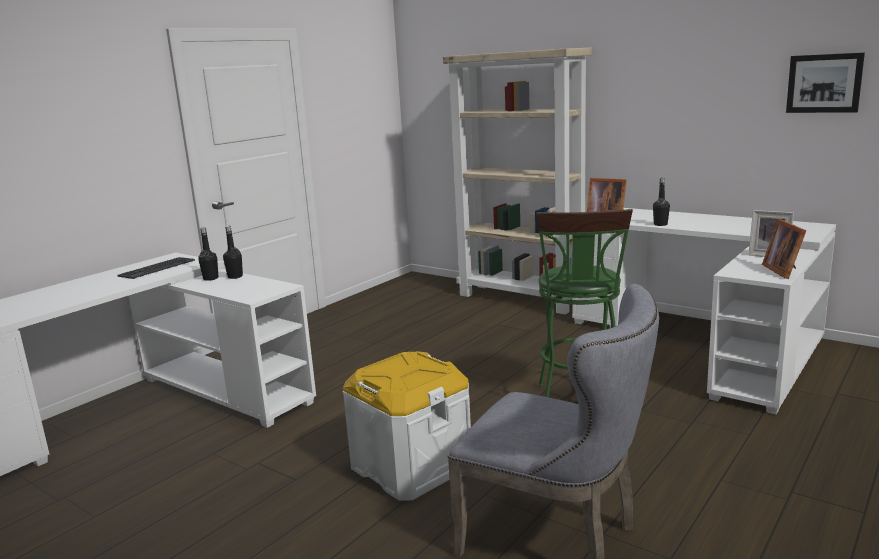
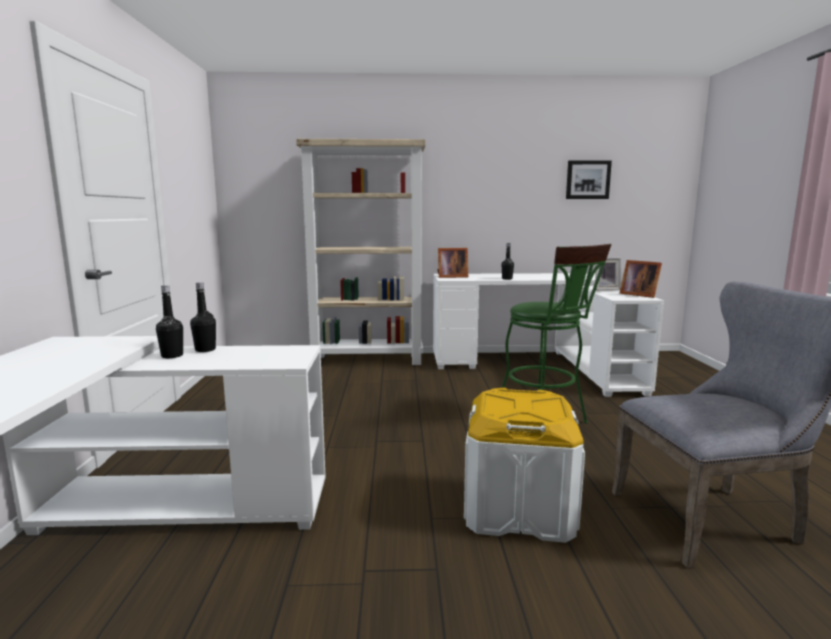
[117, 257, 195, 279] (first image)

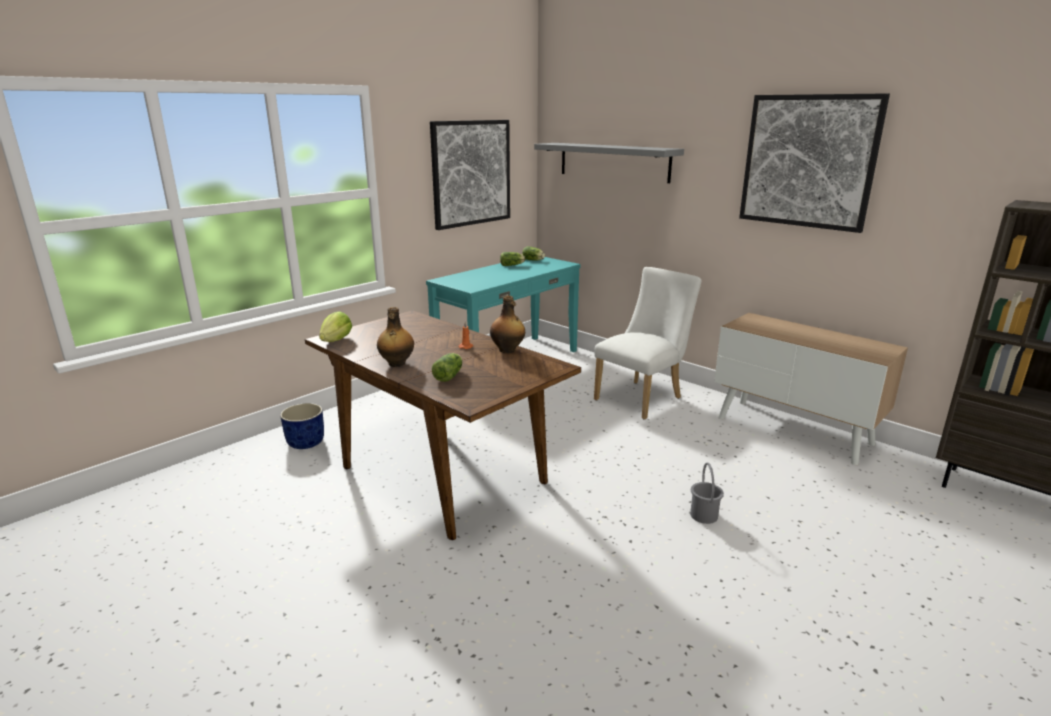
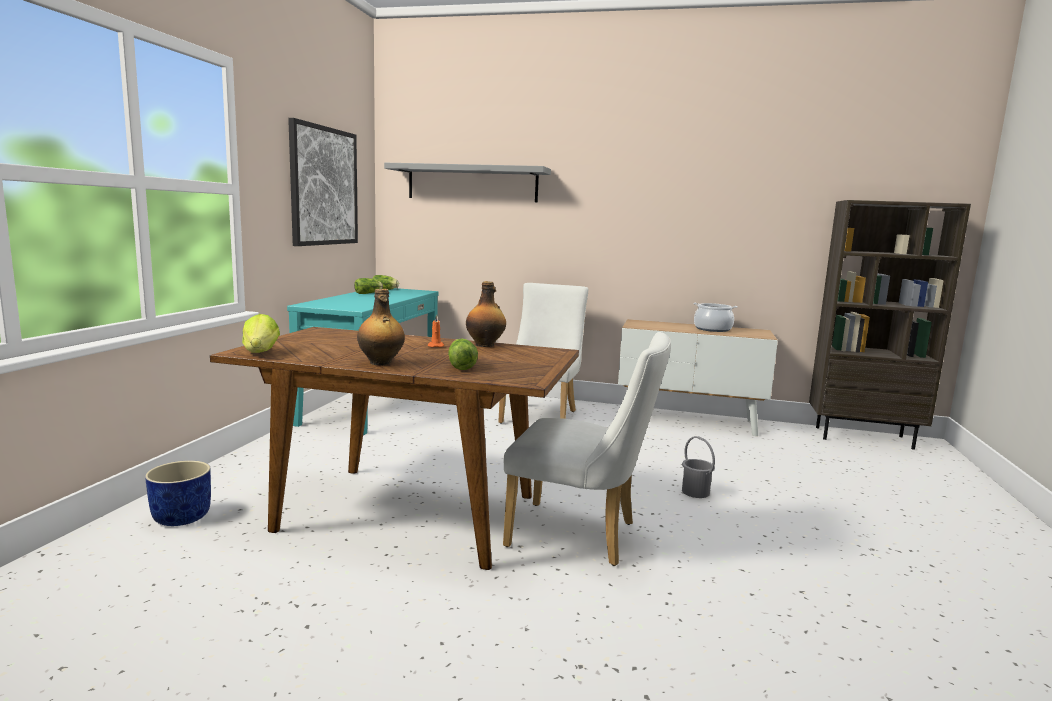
[739, 93, 890, 233] (first image)
[503, 332, 671, 566]
[693, 303, 738, 332]

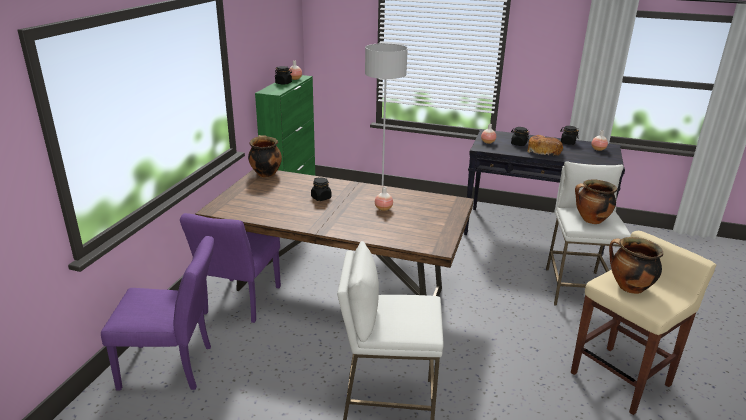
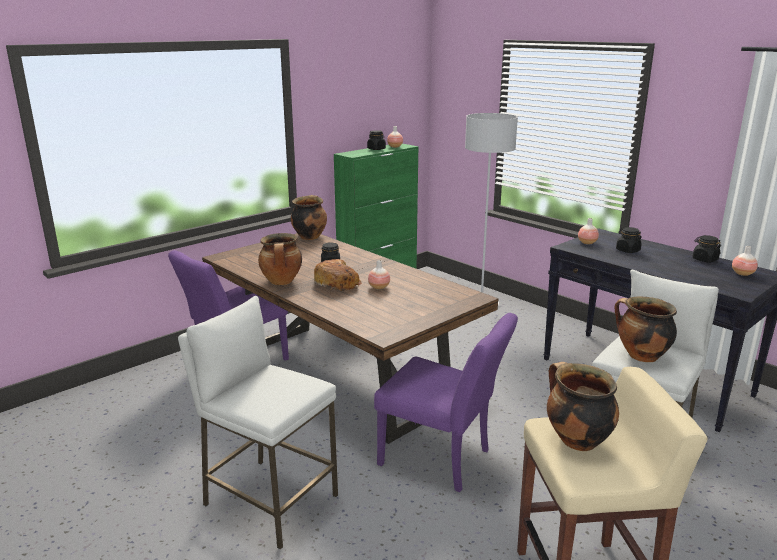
[258, 233, 302, 285]
[374, 313, 518, 492]
[314, 259, 362, 291]

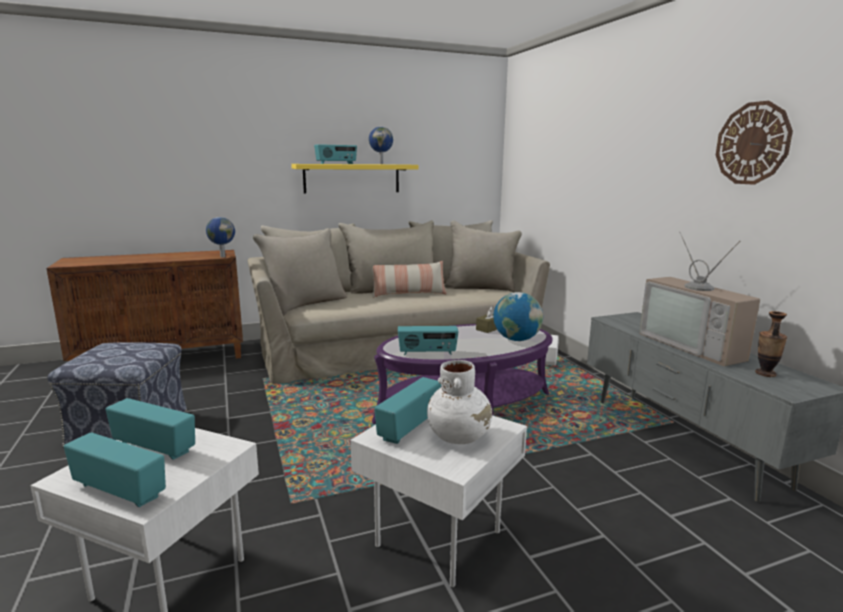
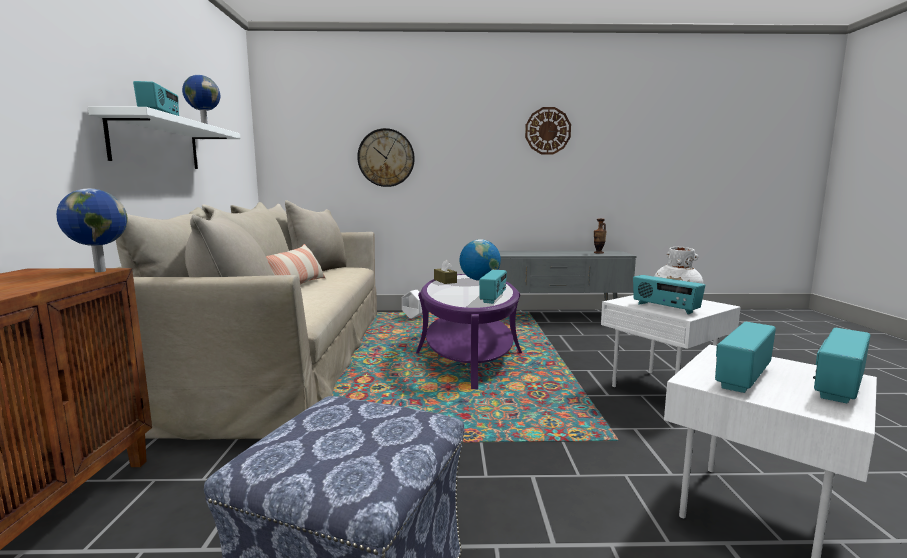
[640, 232, 760, 366] (first image)
[357, 128, 415, 187]
[88, 106, 240, 169]

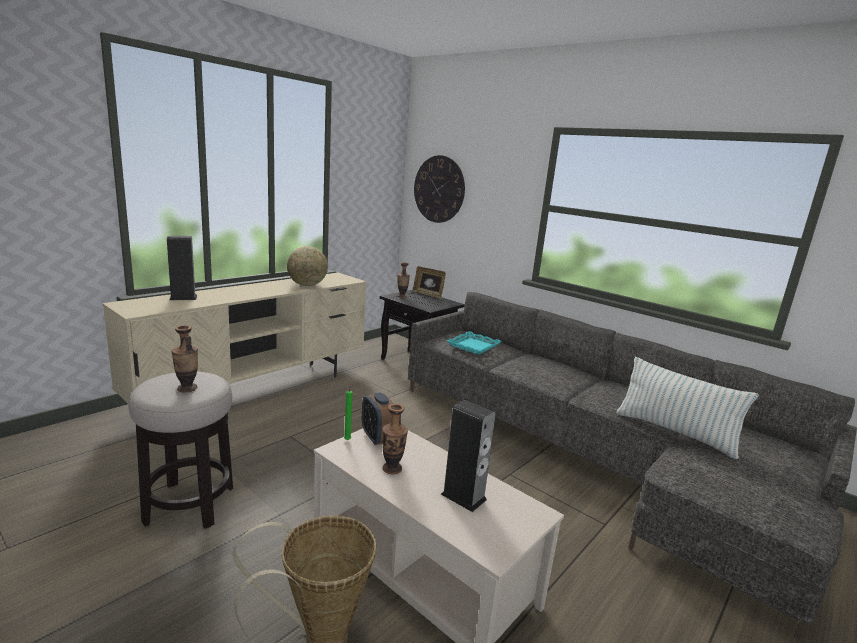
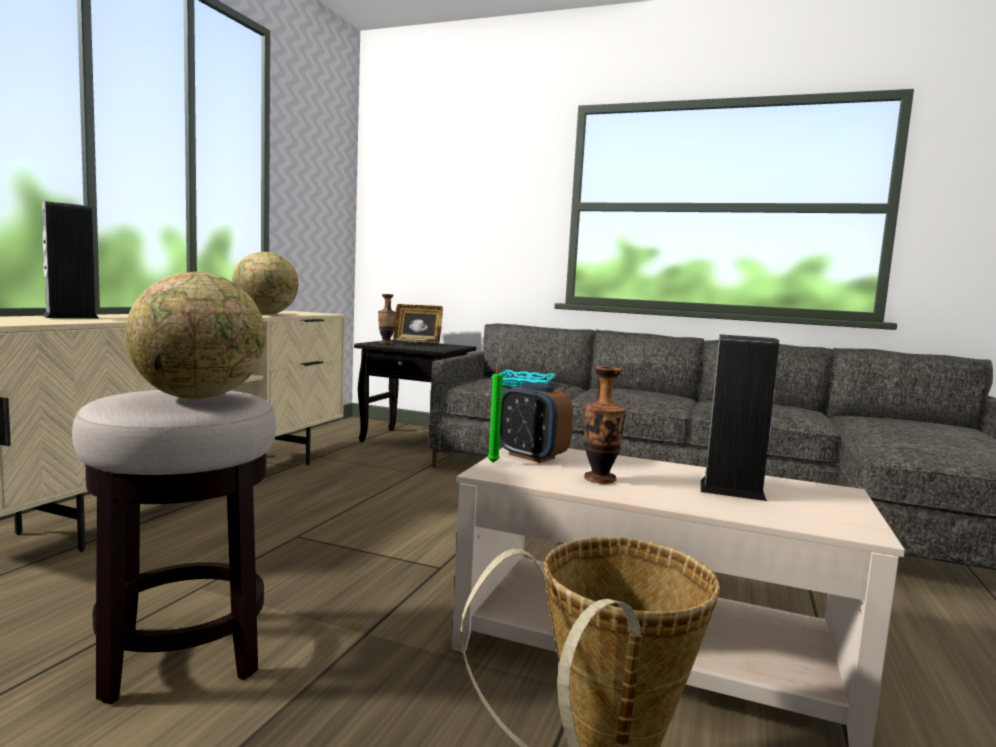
[414, 155, 465, 223] (first image)
[616, 357, 759, 459] (first image)
[125, 272, 266, 399]

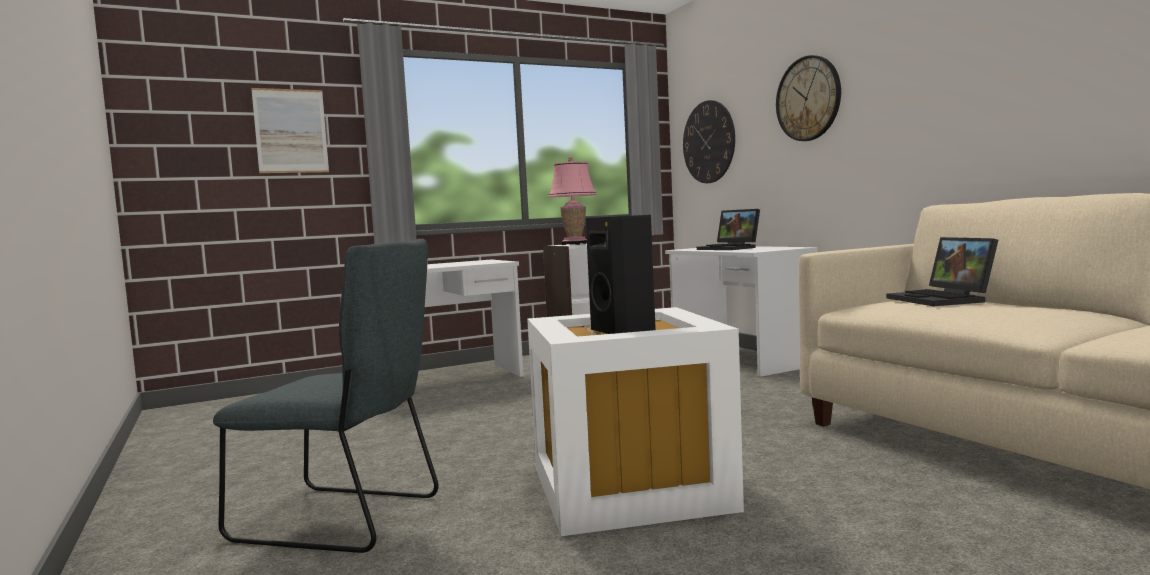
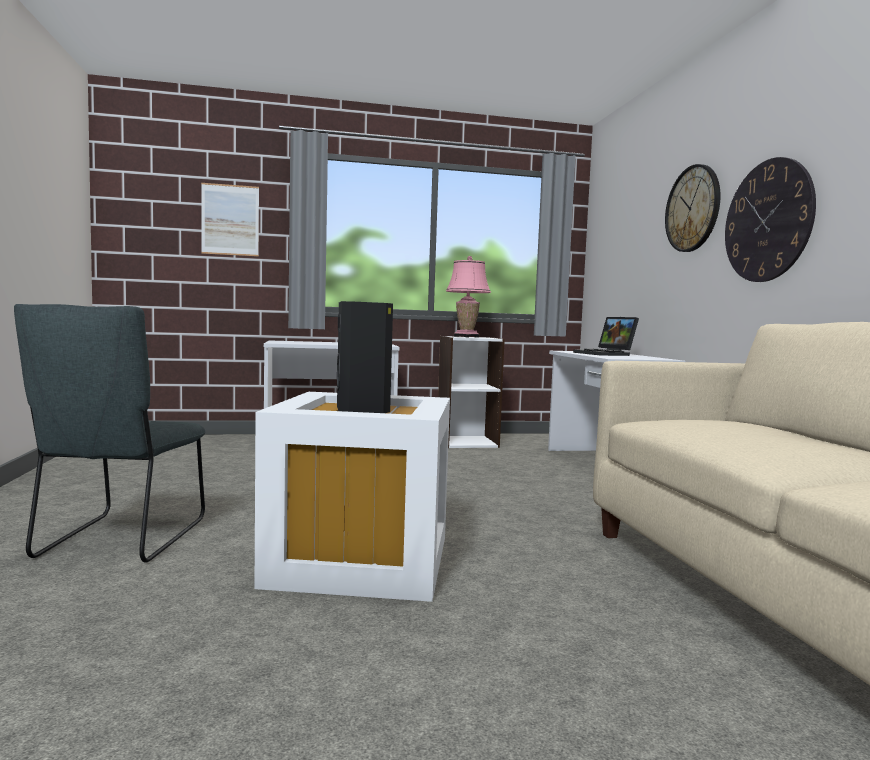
[887, 237, 998, 306] (first image)
[725, 157, 816, 282]
[14, 304, 205, 563]

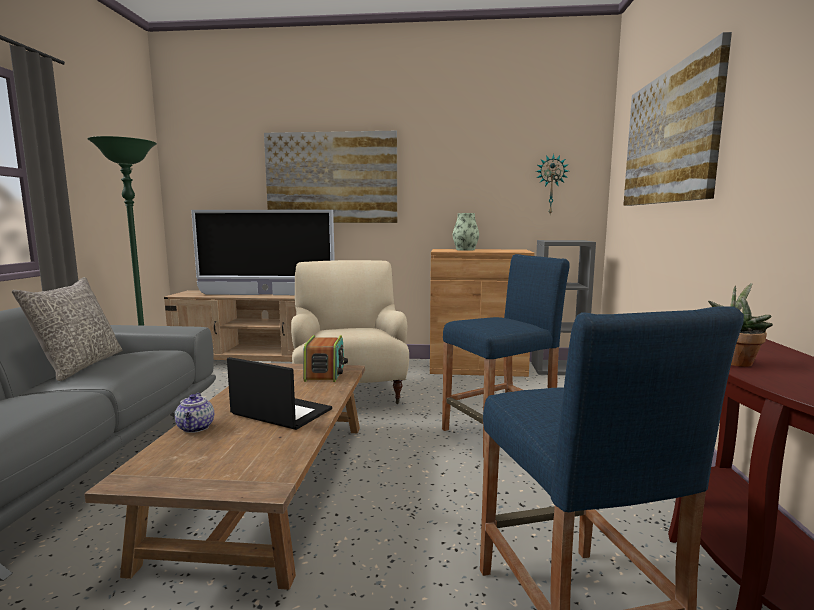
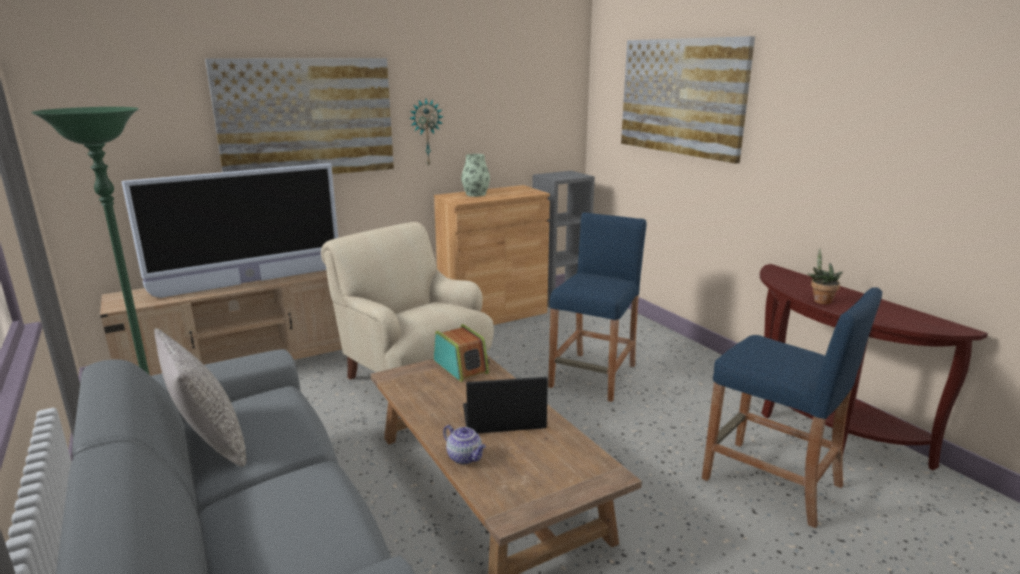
[409, 99, 443, 166]

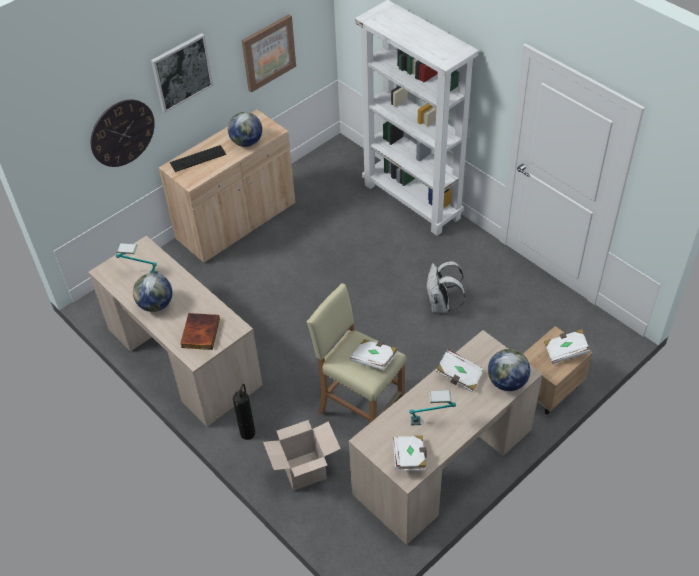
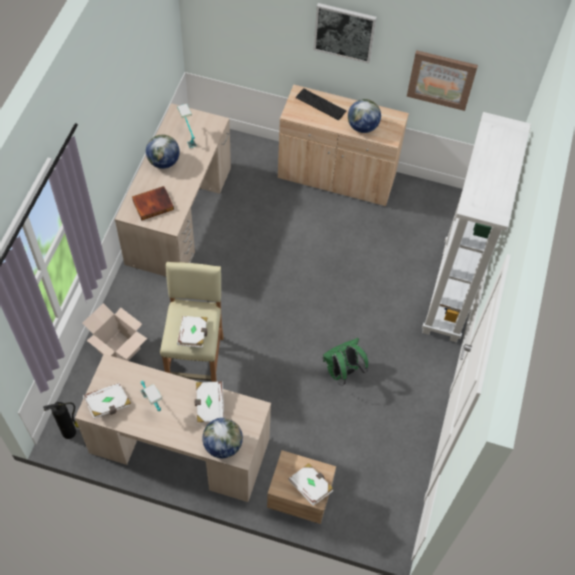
[91, 99, 155, 167] (first image)
[43, 402, 79, 439]
[323, 338, 368, 386]

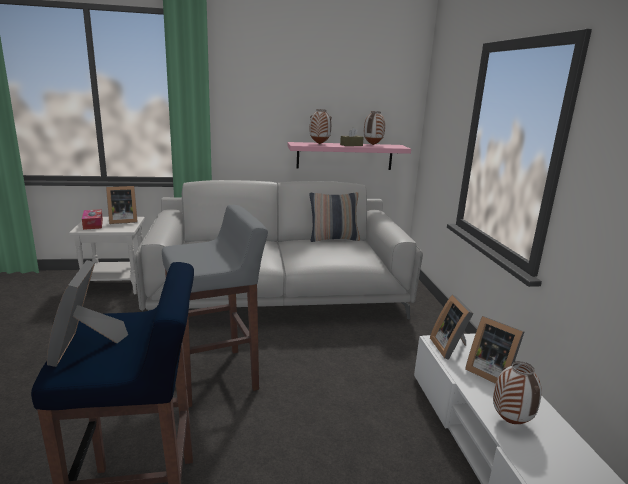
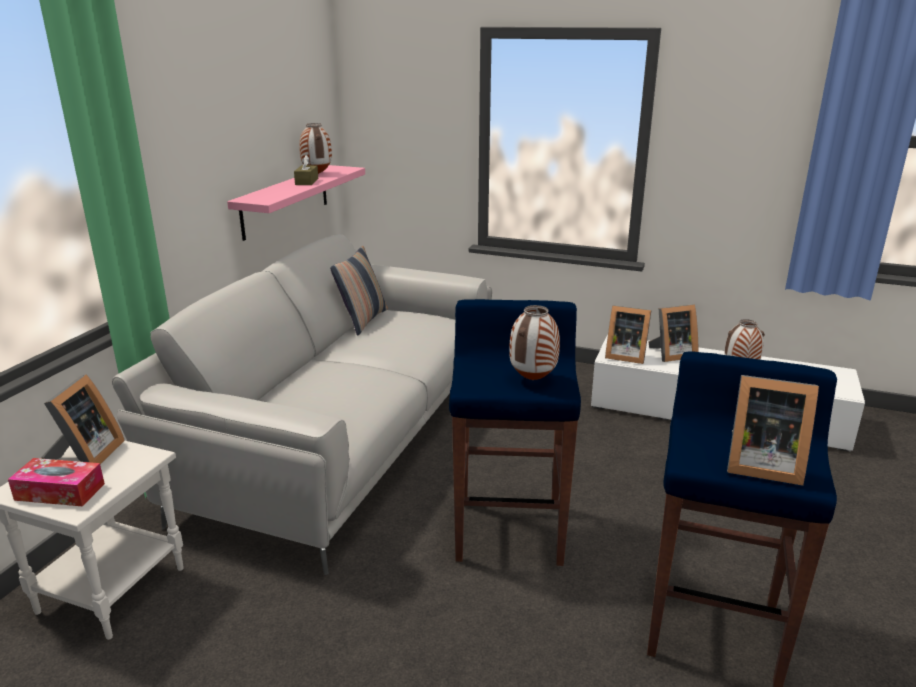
[509, 305, 560, 380]
[449, 299, 581, 566]

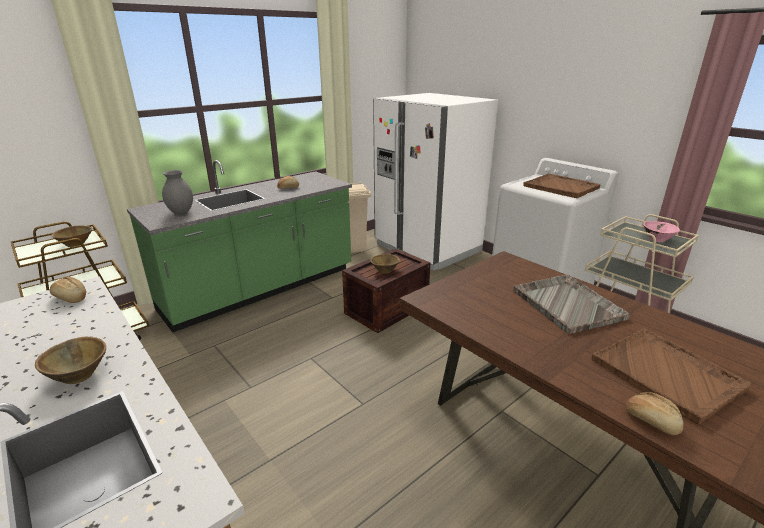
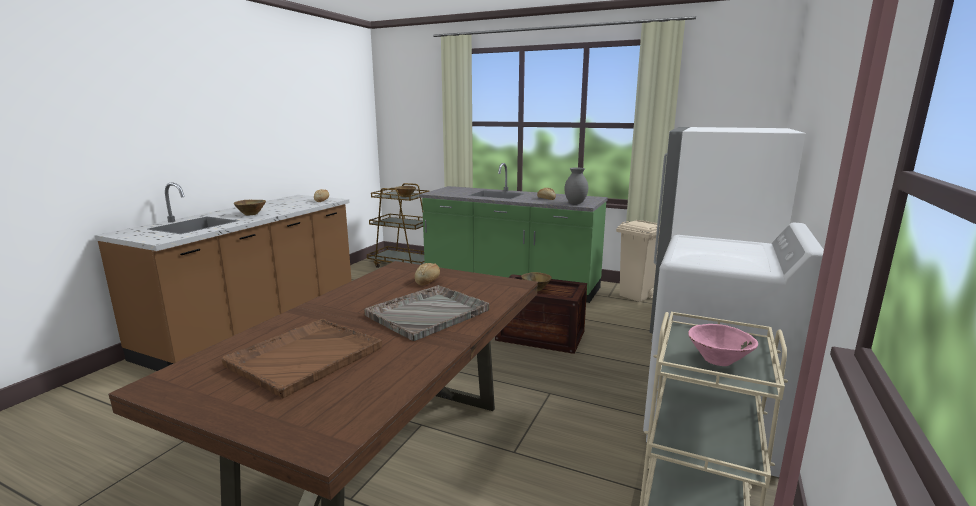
[523, 174, 601, 198] (first image)
[564, 168, 588, 204]
[415, 263, 440, 285]

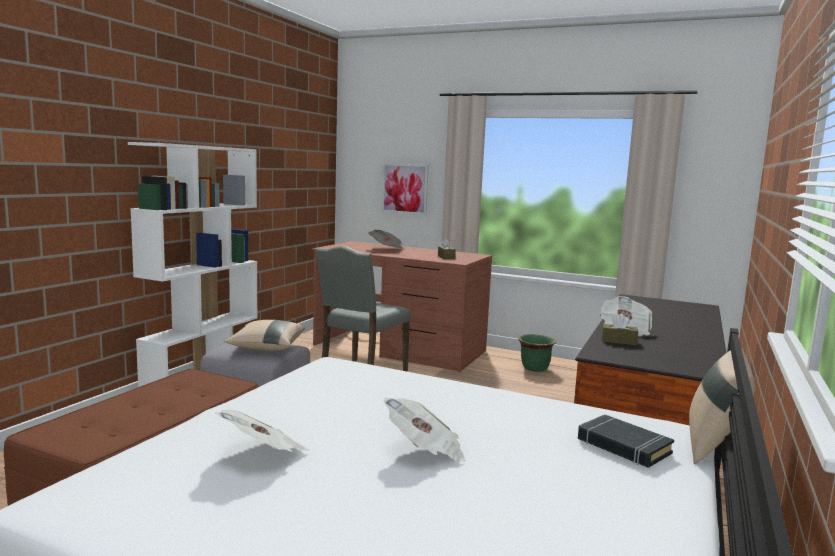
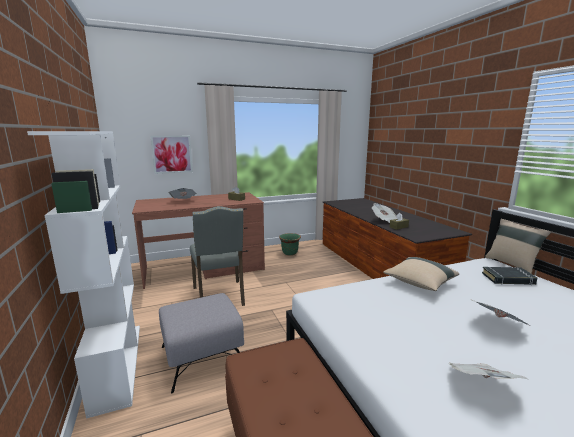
[383, 257, 459, 291]

